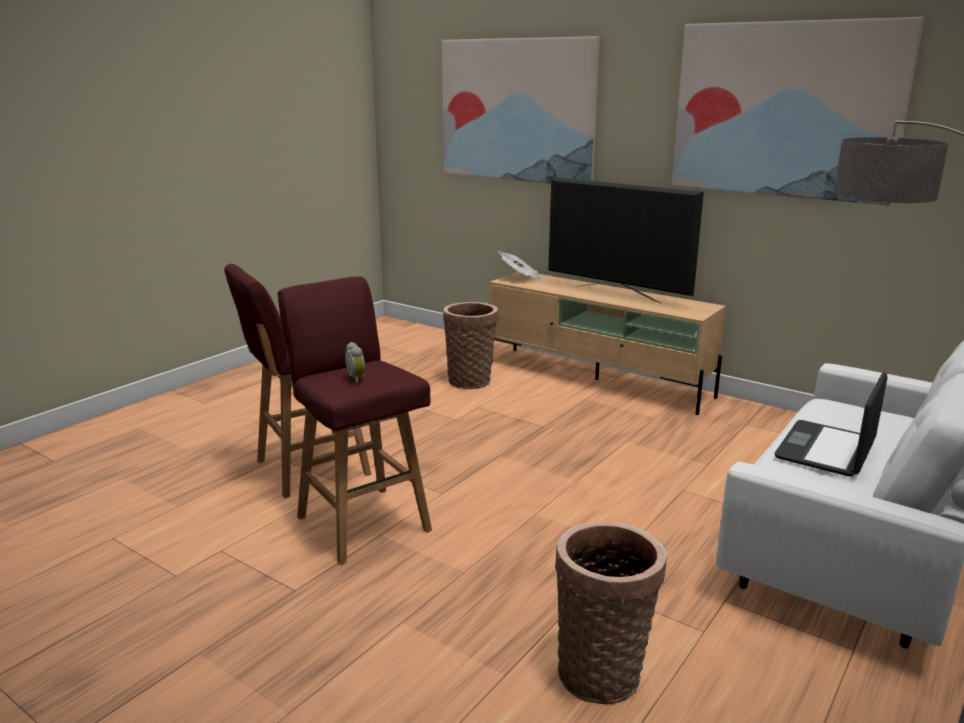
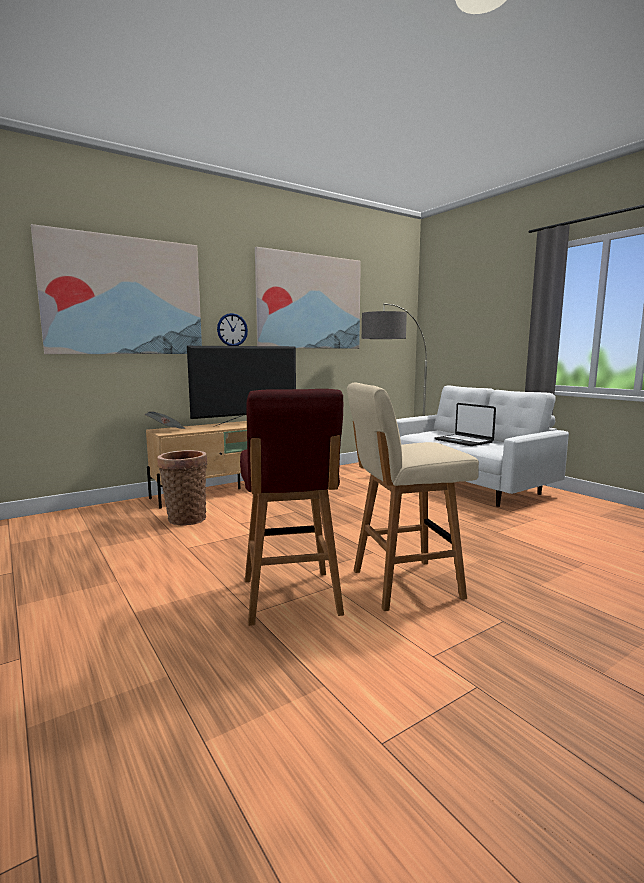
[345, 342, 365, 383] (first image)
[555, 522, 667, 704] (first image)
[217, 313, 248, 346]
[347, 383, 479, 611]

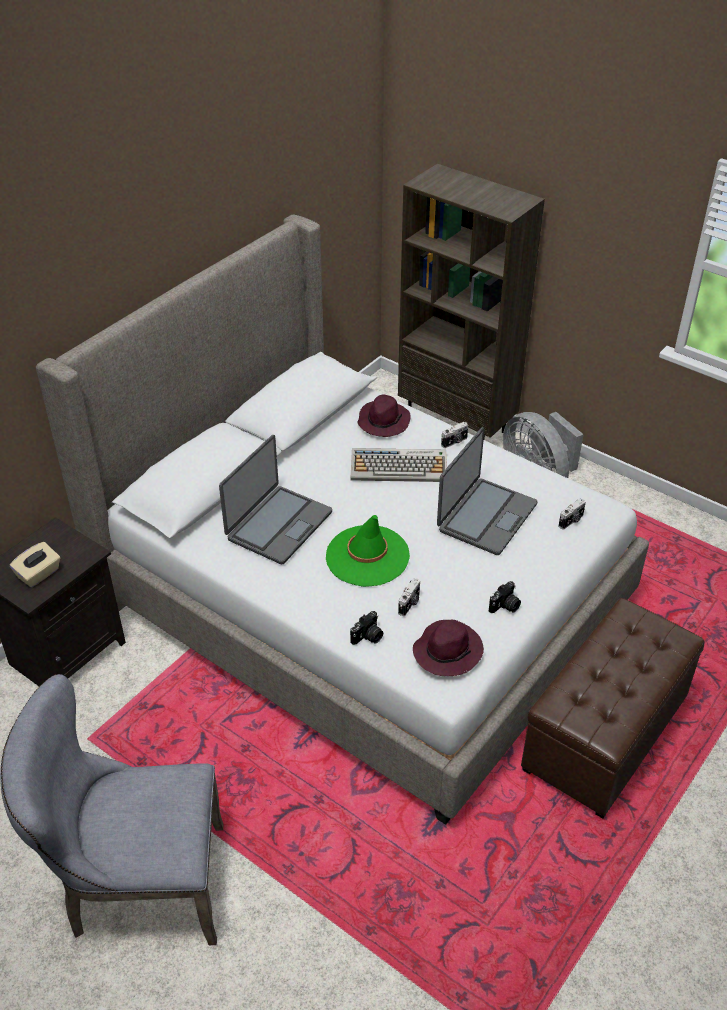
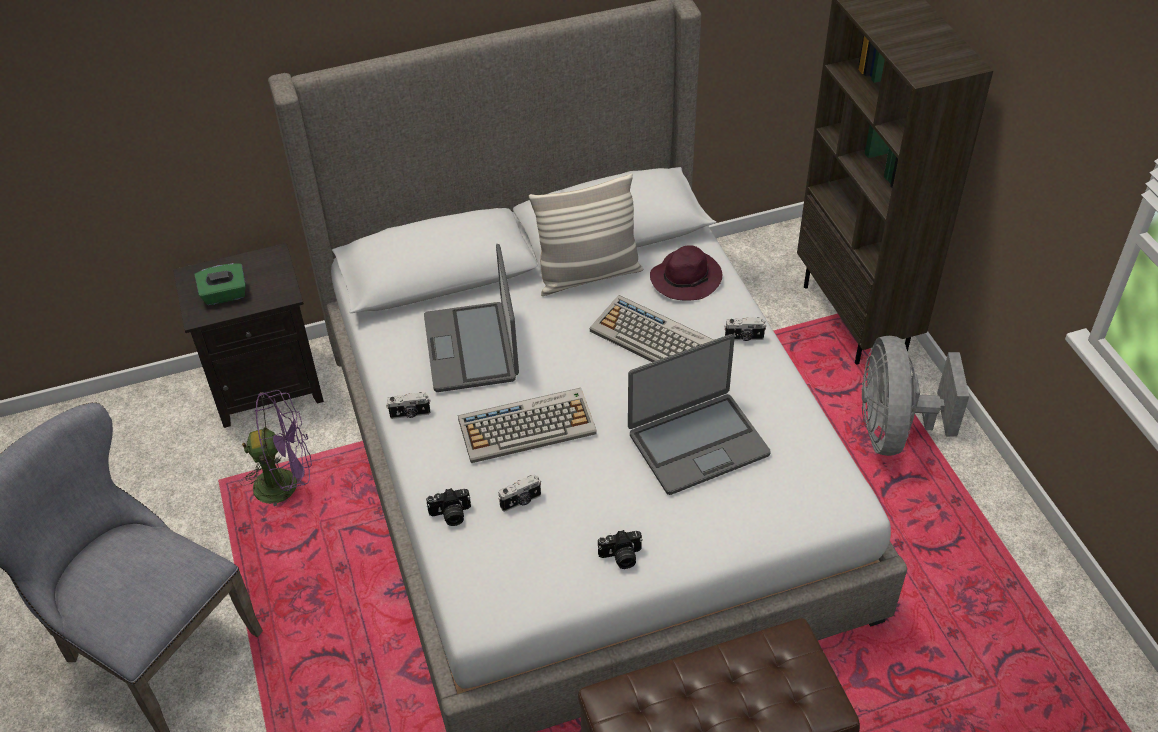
[413, 620, 484, 676] (first image)
[240, 390, 312, 506]
[529, 174, 643, 296]
[386, 392, 430, 419]
[458, 388, 597, 463]
[195, 263, 246, 305]
[424, 244, 519, 392]

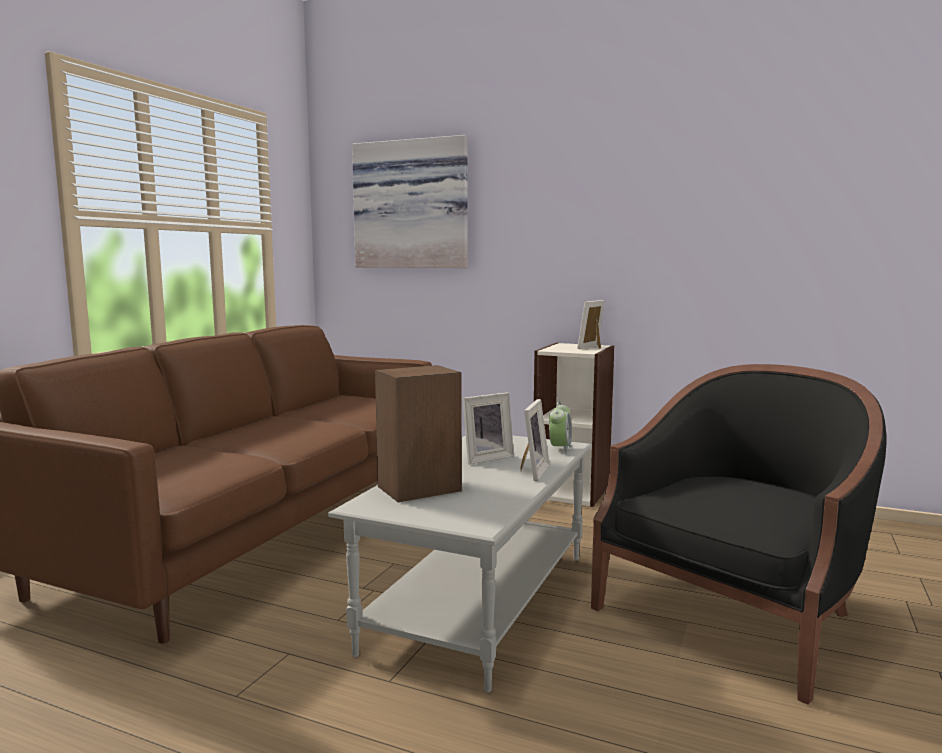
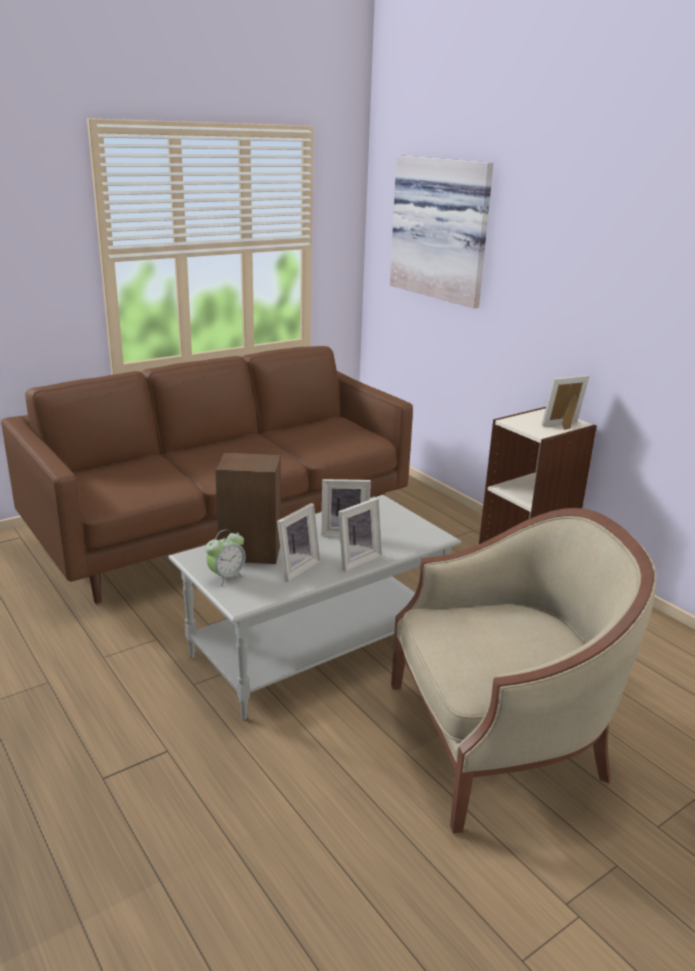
[277, 503, 320, 582]
[205, 529, 247, 587]
[391, 508, 657, 834]

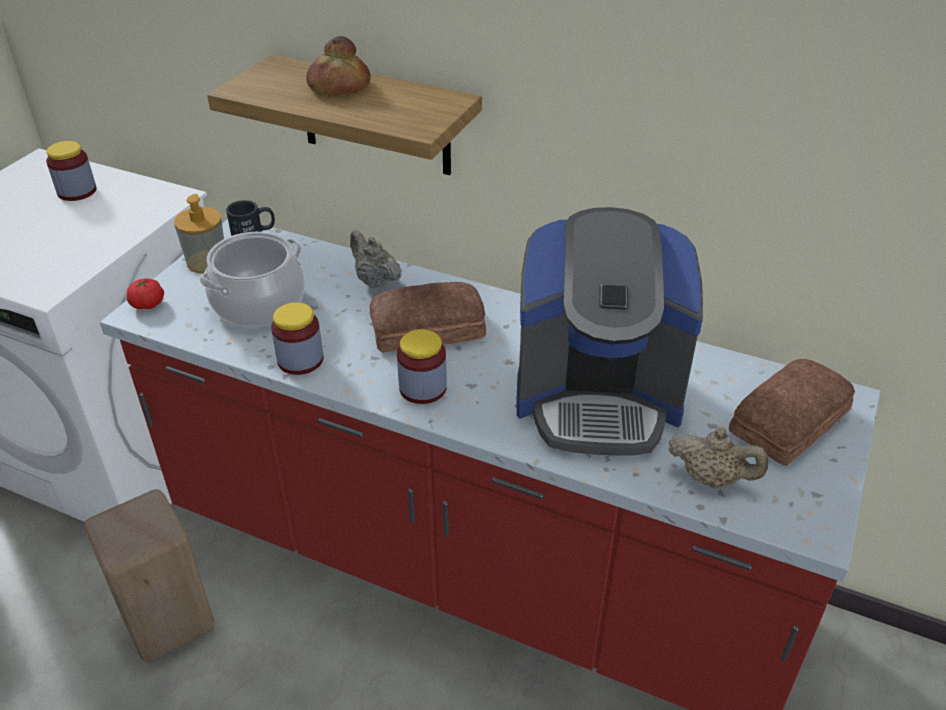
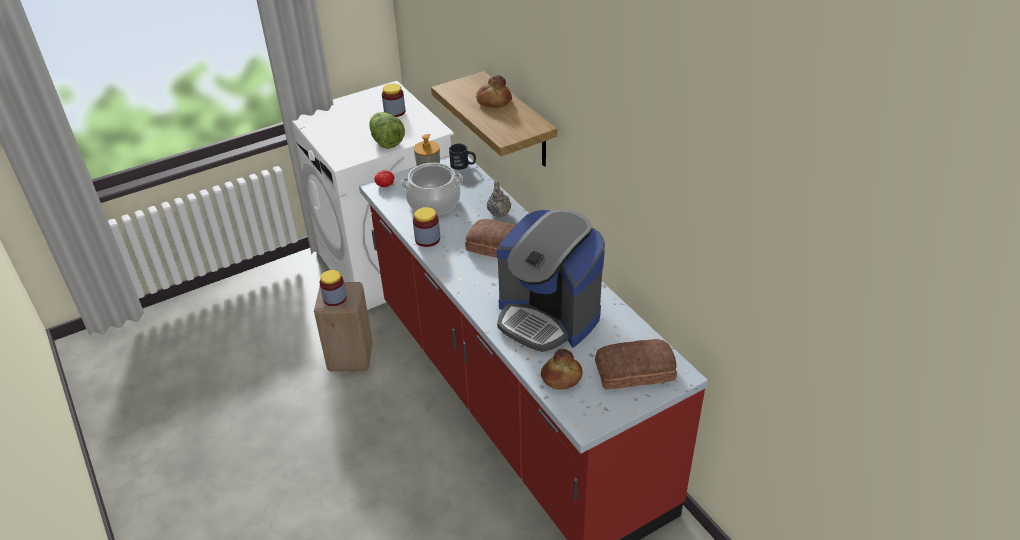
[370, 112, 405, 149]
[320, 270, 346, 306]
[541, 349, 583, 390]

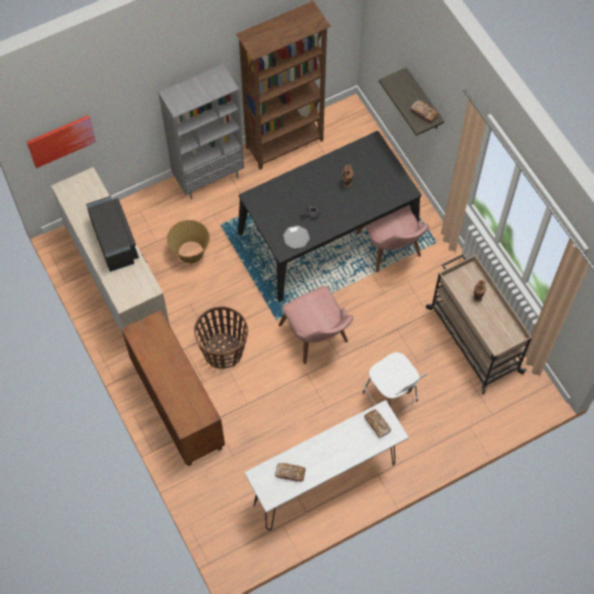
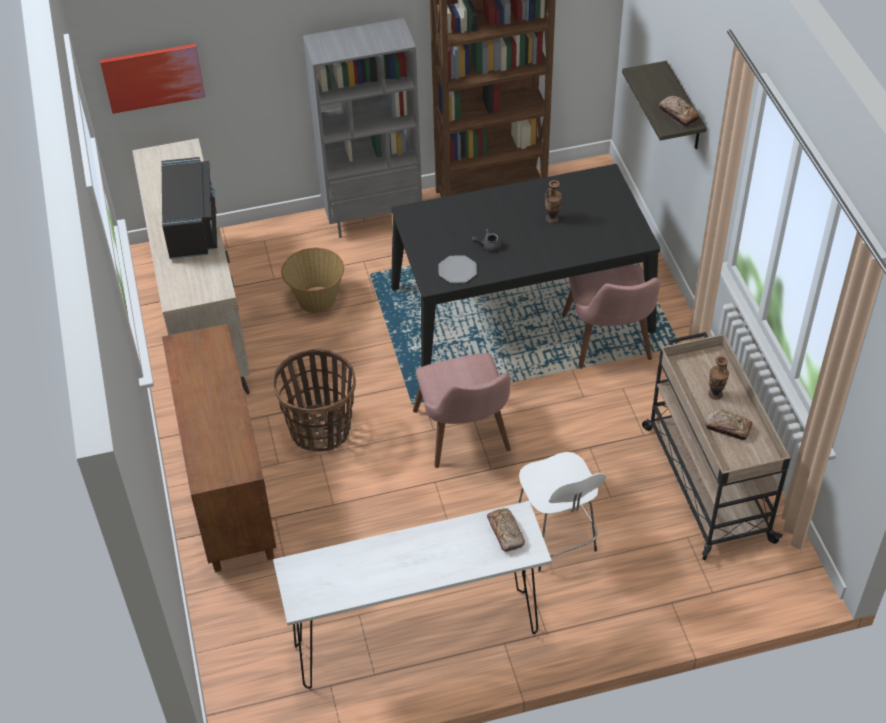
[705, 409, 753, 440]

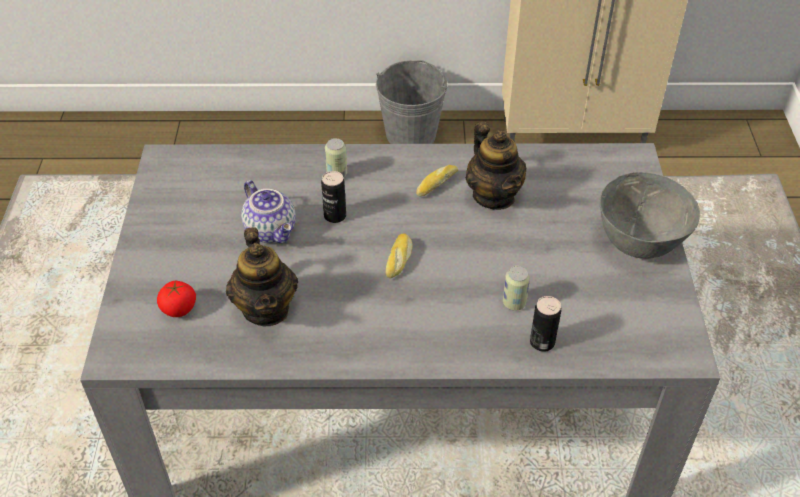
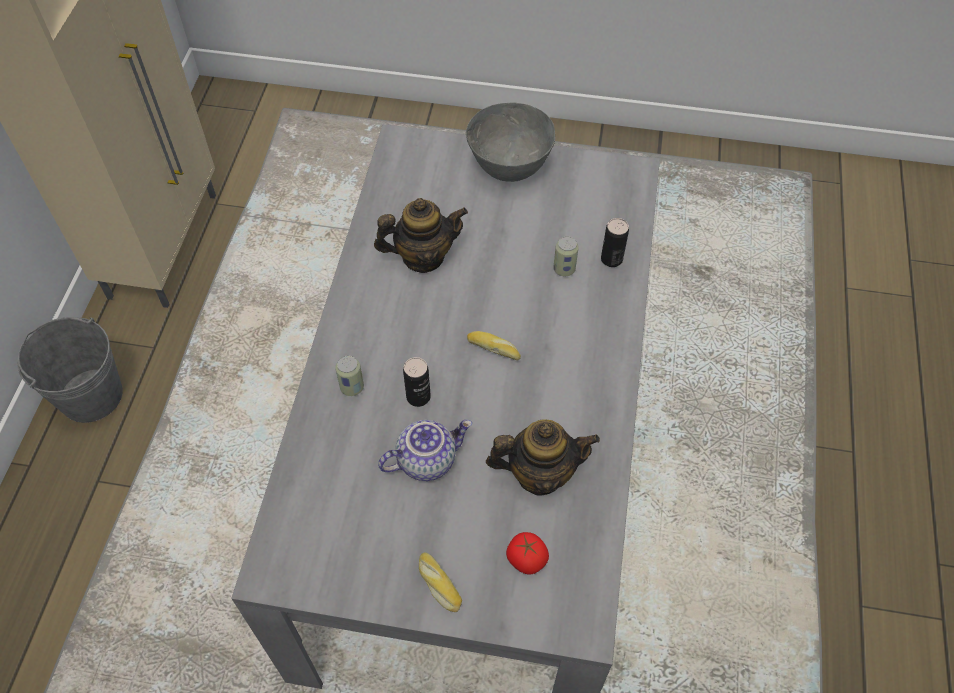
[419, 552, 462, 612]

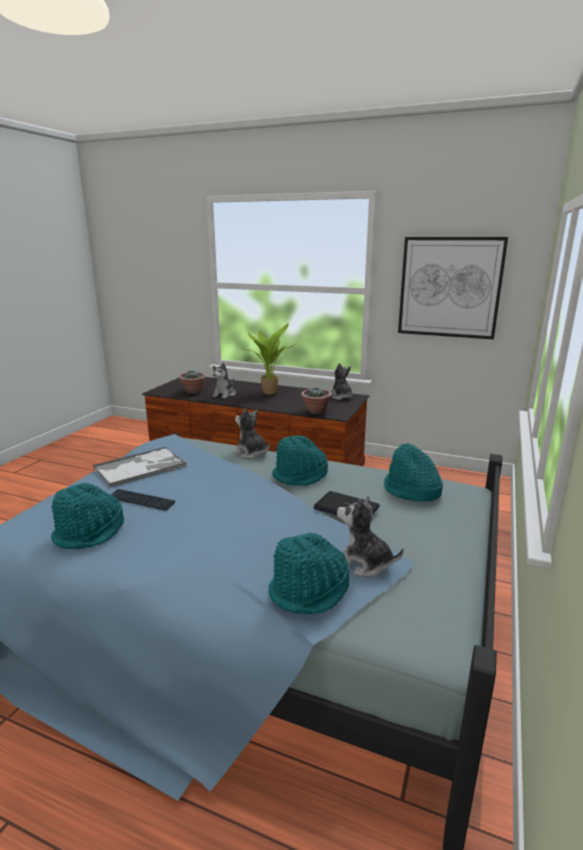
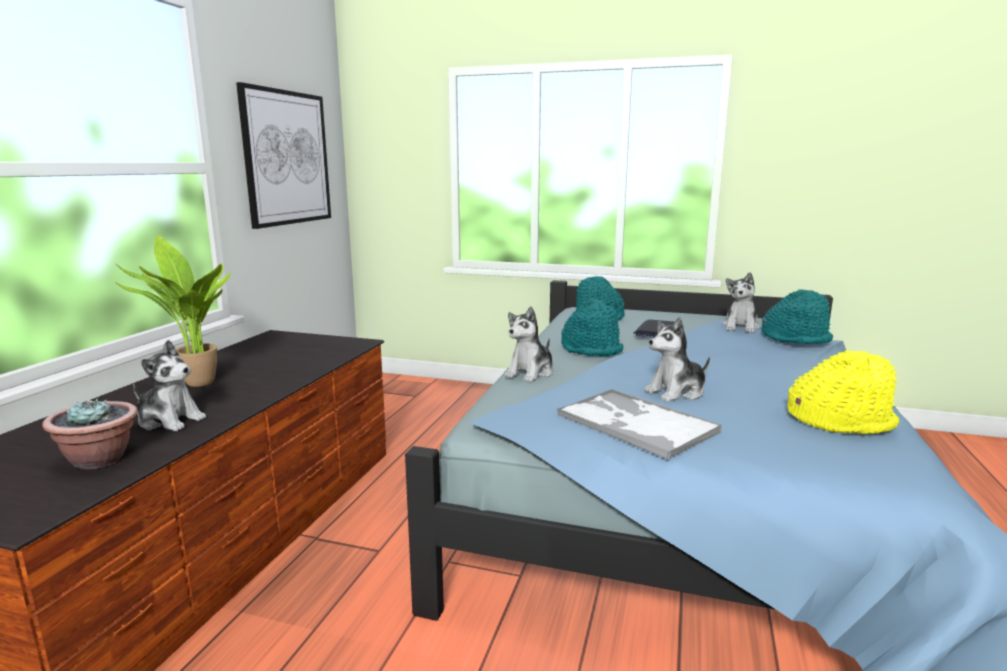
[111, 489, 175, 511] (first image)
[301, 387, 332, 414] (first image)
[644, 317, 710, 402]
[788, 351, 899, 434]

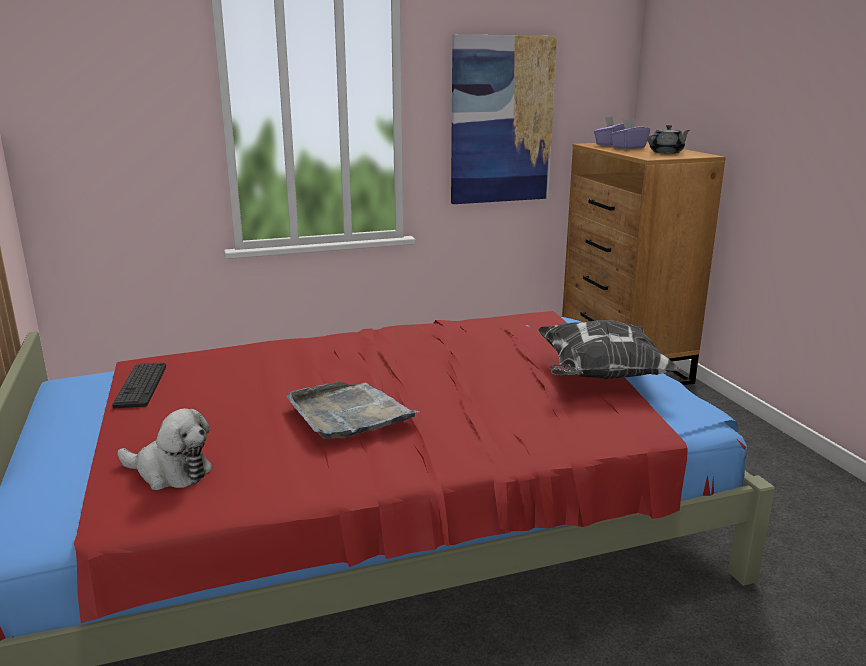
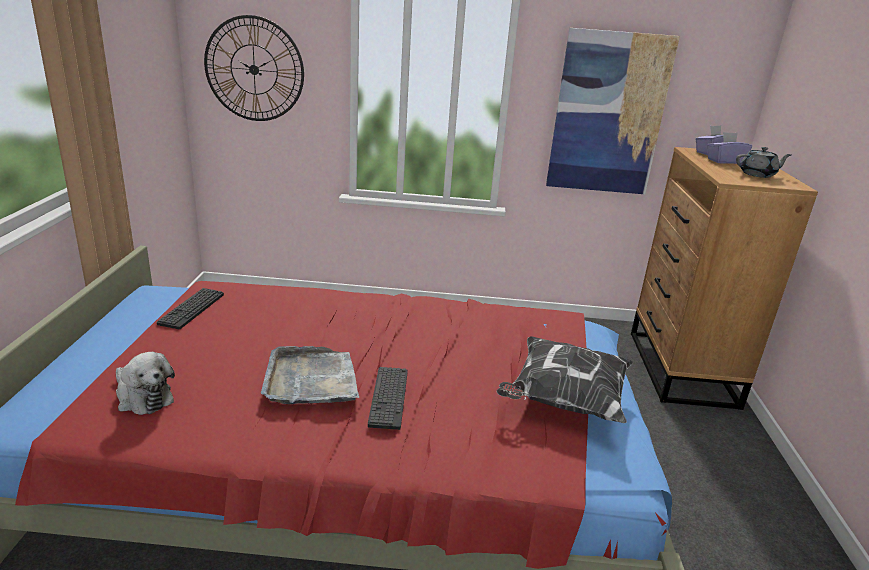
[204, 15, 304, 121]
[368, 367, 408, 430]

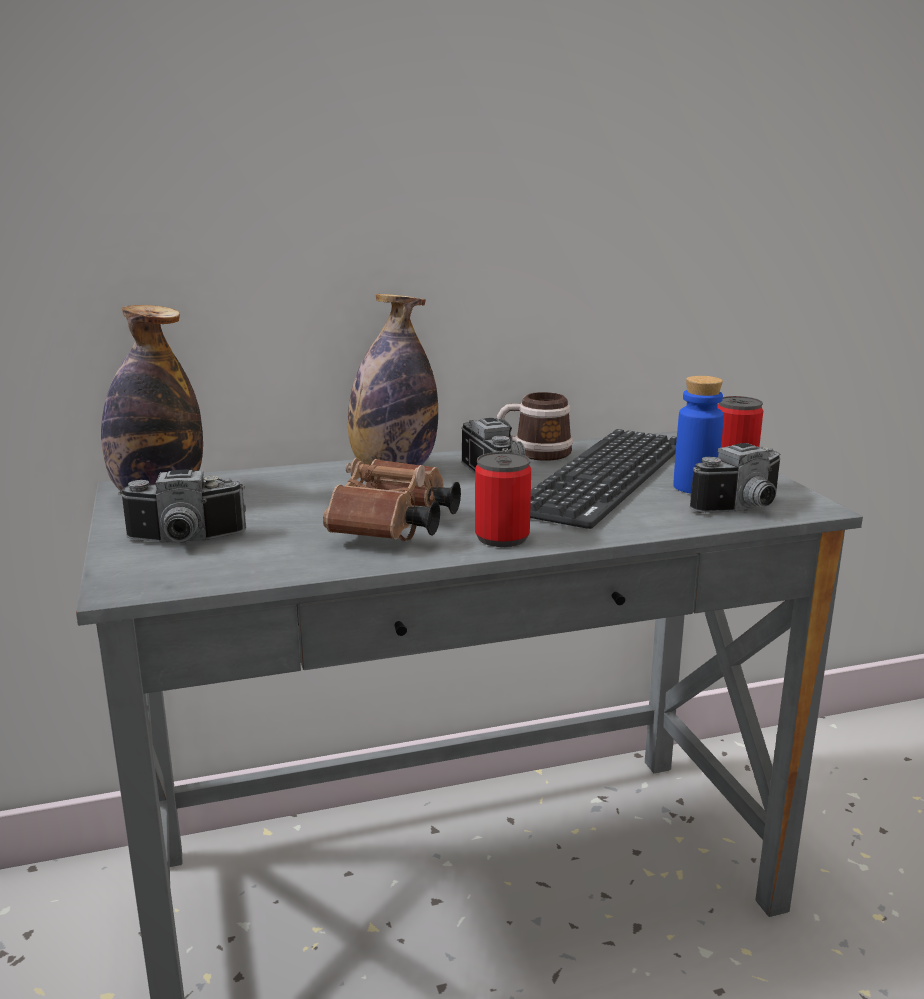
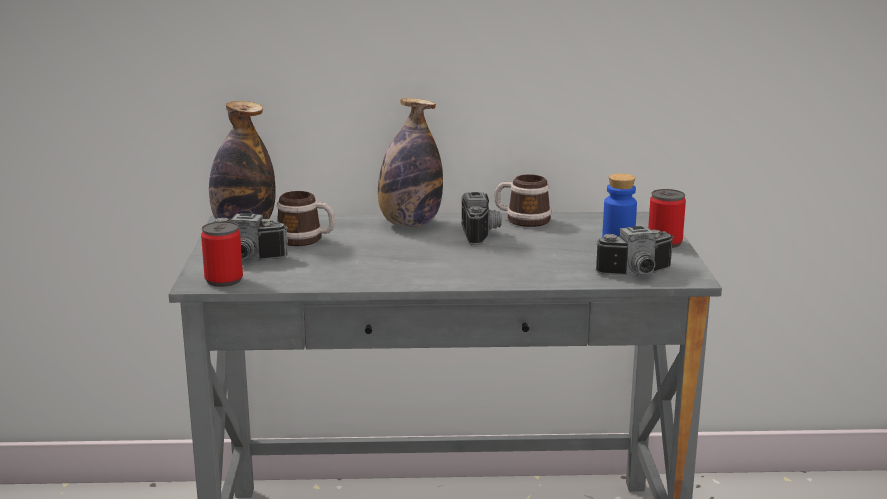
[323, 458, 461, 541] (first image)
[530, 429, 677, 529] (first image)
[277, 191, 335, 246]
[201, 221, 243, 287]

